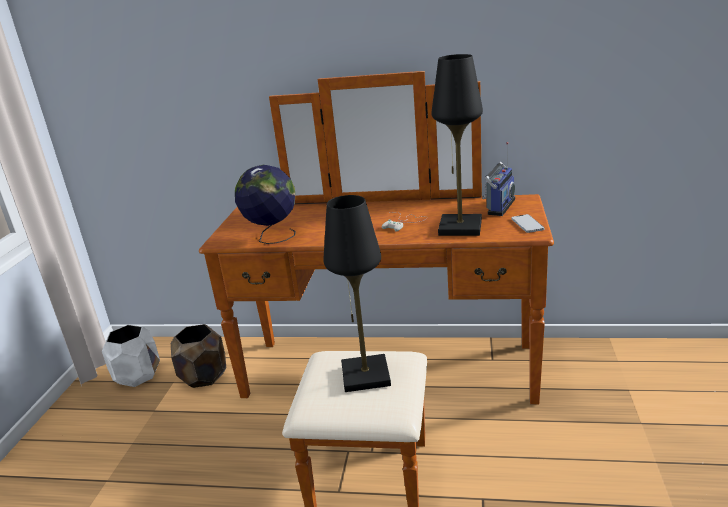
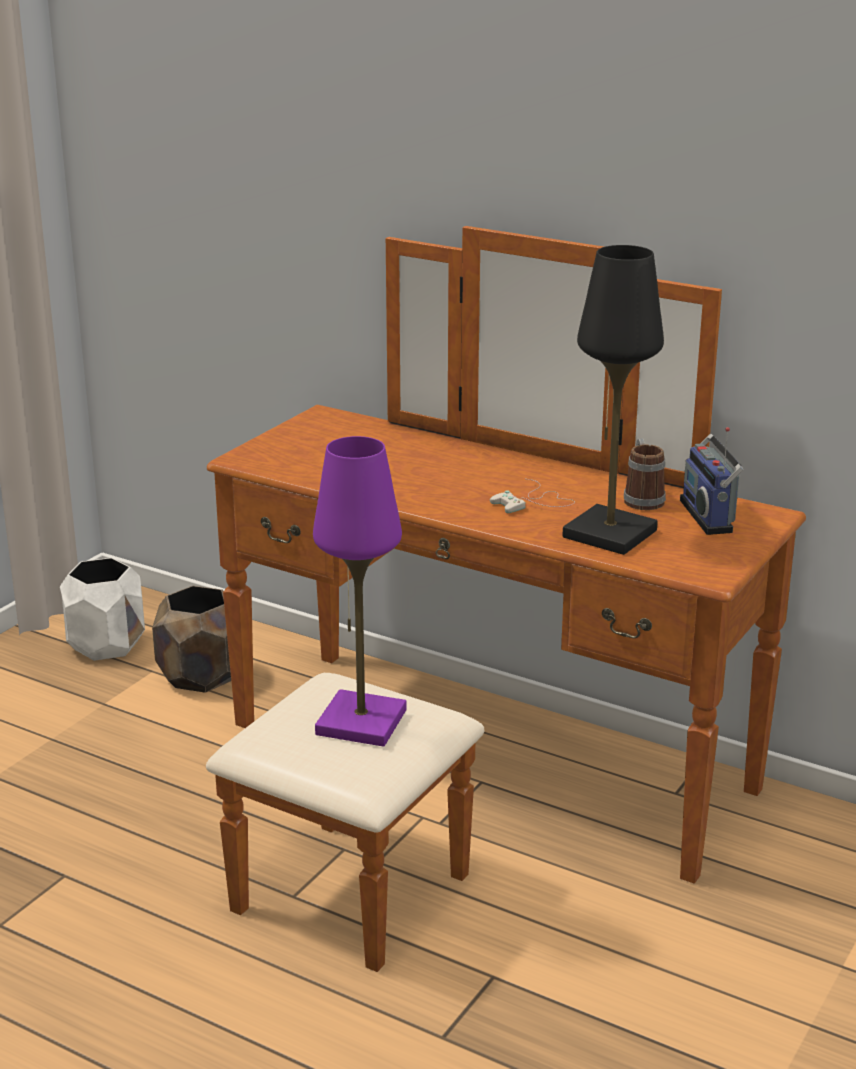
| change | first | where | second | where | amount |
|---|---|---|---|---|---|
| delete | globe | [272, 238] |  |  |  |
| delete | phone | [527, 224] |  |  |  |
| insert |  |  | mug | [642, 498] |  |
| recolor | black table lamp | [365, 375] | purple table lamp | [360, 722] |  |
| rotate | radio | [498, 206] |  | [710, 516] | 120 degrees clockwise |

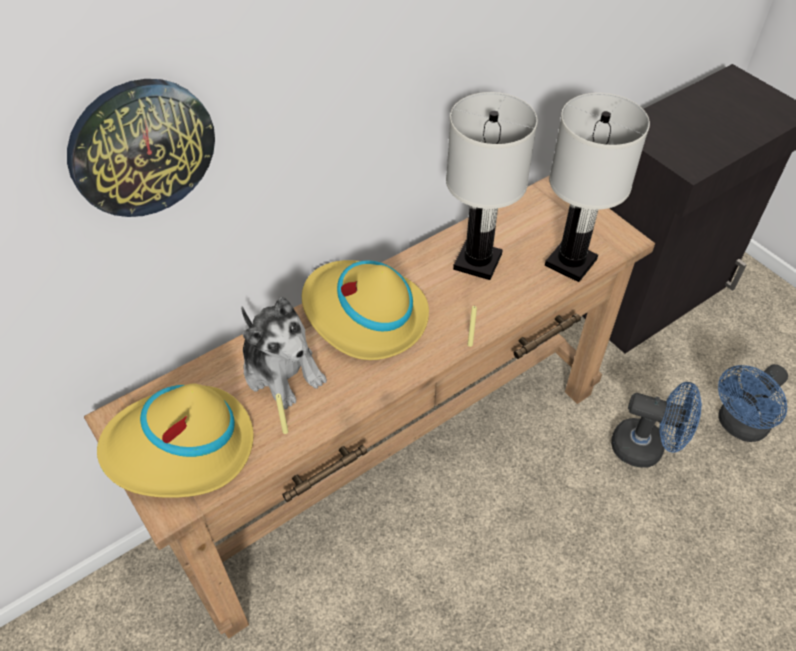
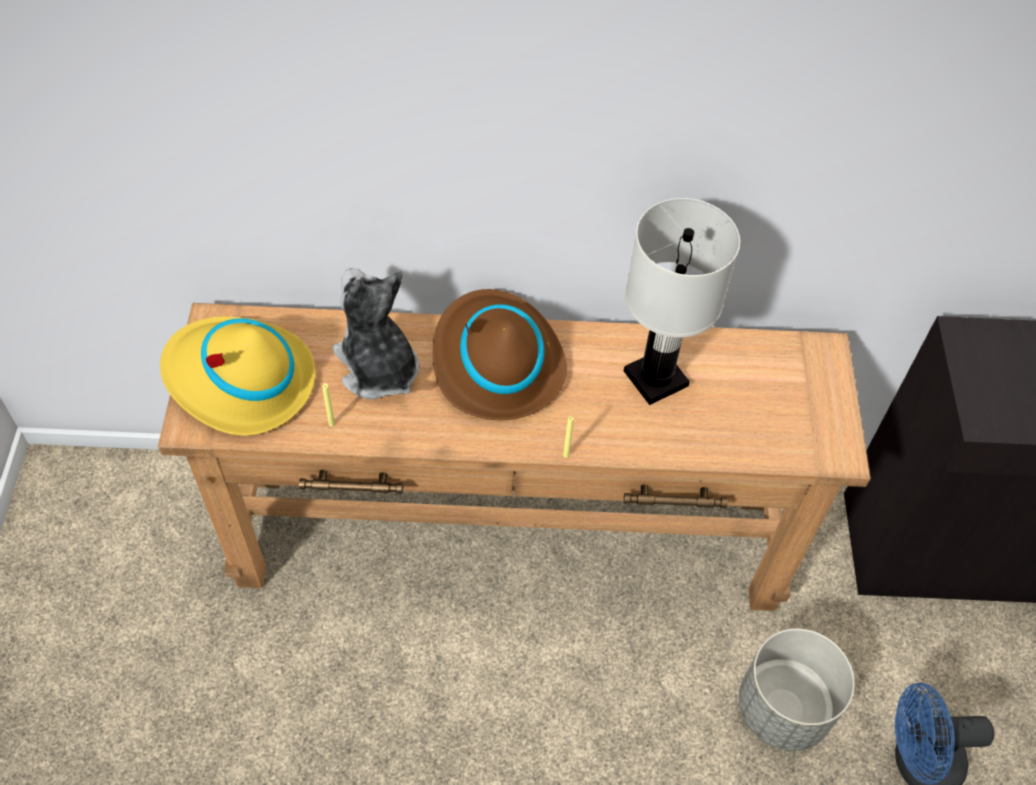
| change | first | where | second | where | amount |
|---|---|---|---|---|---|
| delete | wall clock | [141, 148] |  |  |  |
| delete | white table lamp | [569, 262] |  |  |  |
| replace | blue fan | [646, 448] | grey planter | [783, 707] |  |
| recolor | yellow hat | [364, 315] | brown hat | [496, 362] |  |
| rotate | plush toy | [282, 370] |  | [377, 367] | 150 degrees clockwise |

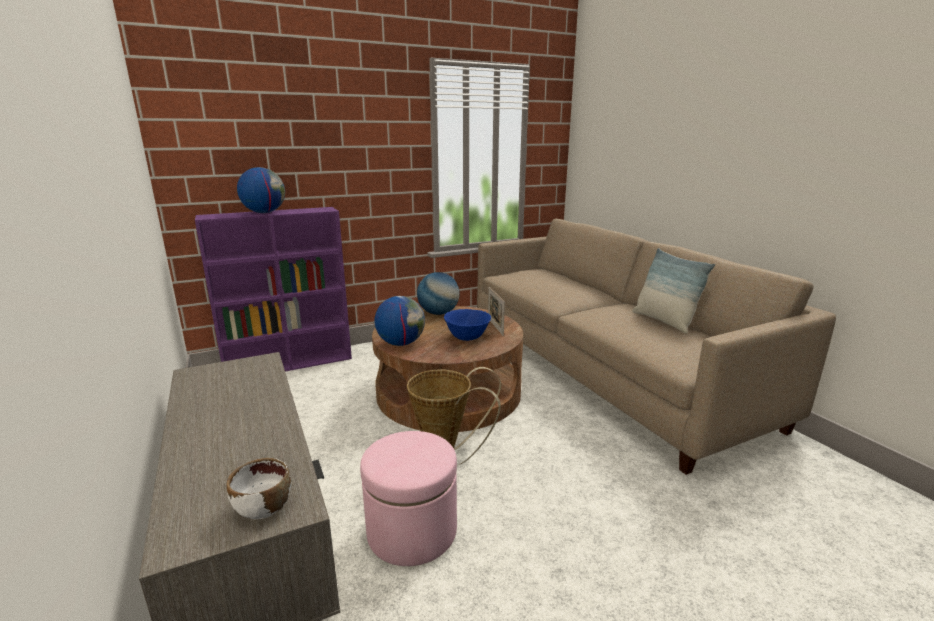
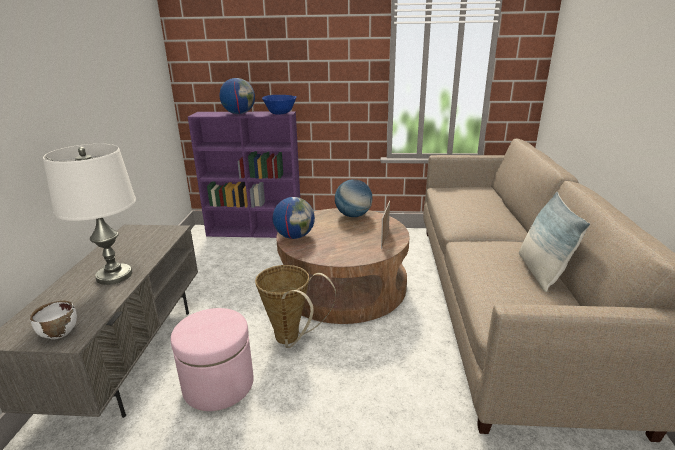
| change | first | where | second | where | amount |
|---|---|---|---|---|---|
| insert |  |  | white table lamp | [114, 275] |  |
| move | blue bowl | [467, 337] |  | [280, 113] |  |

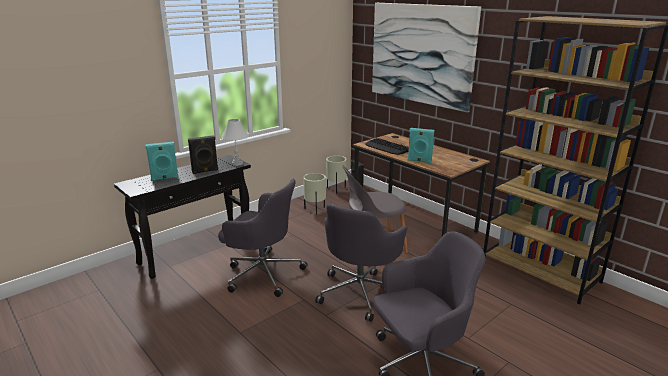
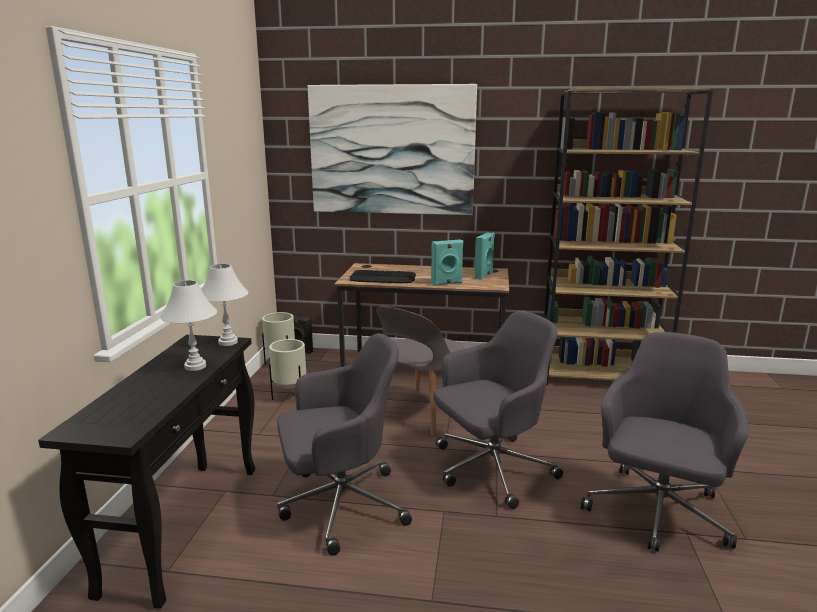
| change | first | where | second | where | amount |
|---|---|---|---|---|---|
| move | turquoise speaker | [164, 178] |  | [484, 276] |  |
| replace | black speaker | [205, 171] | white table lamp | [195, 366] |  |
| rotate | grey office chair | [361, 292] |  | [490, 469] | 105 degrees counterclockwise |

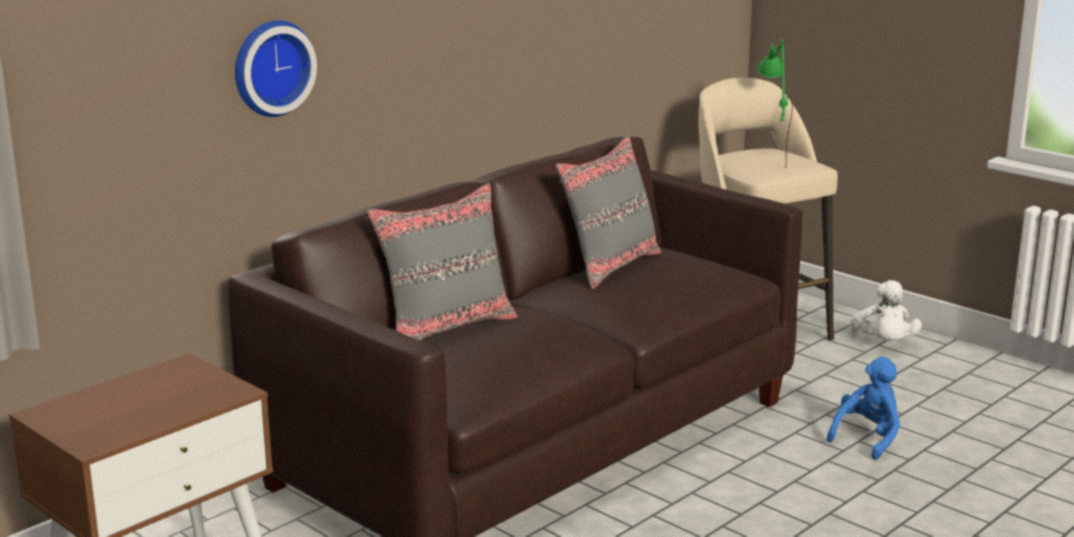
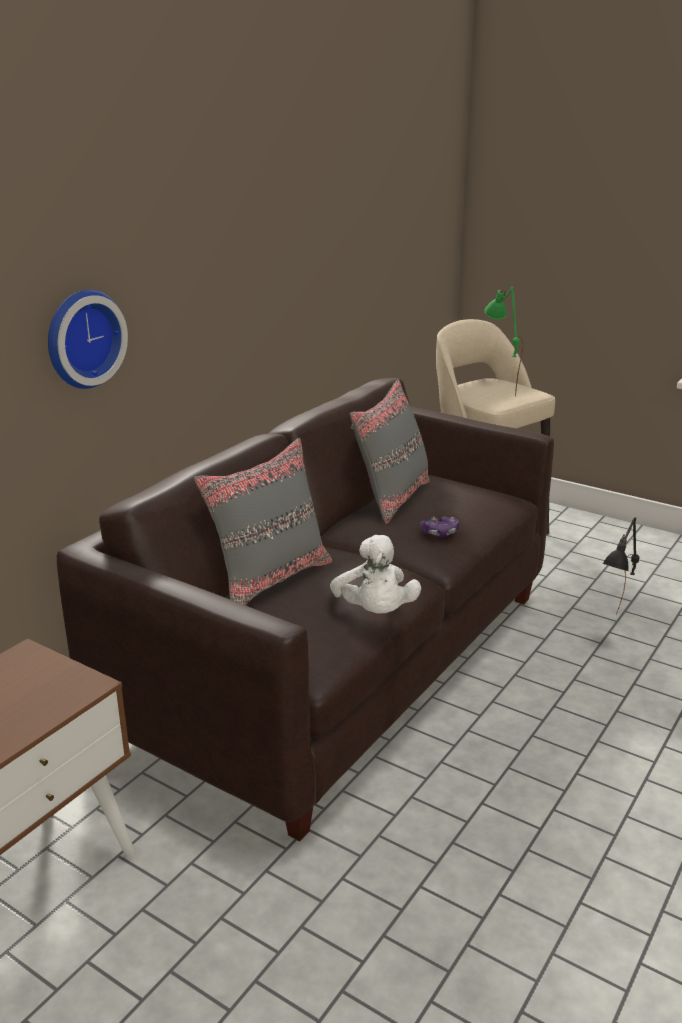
| change | first | where | second | where | amount |
|---|---|---|---|---|---|
| insert |  |  | game controller | [439, 532] |  |
| move | white plush toy | [884, 343] |  | [375, 612] |  |
| replace | blue plush toy | [867, 438] | black table lamp | [615, 628] |  |

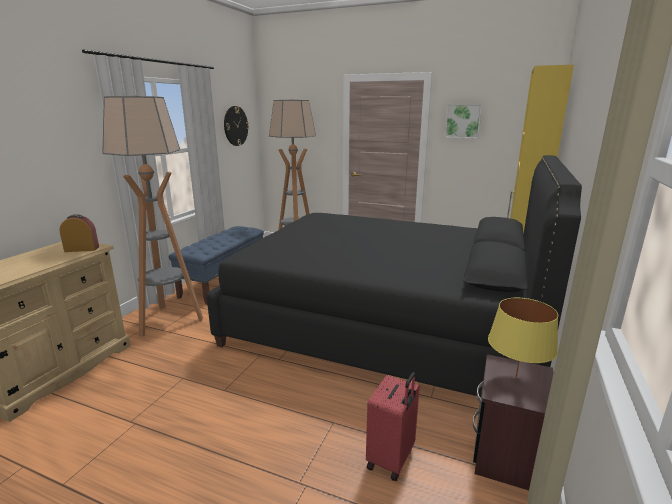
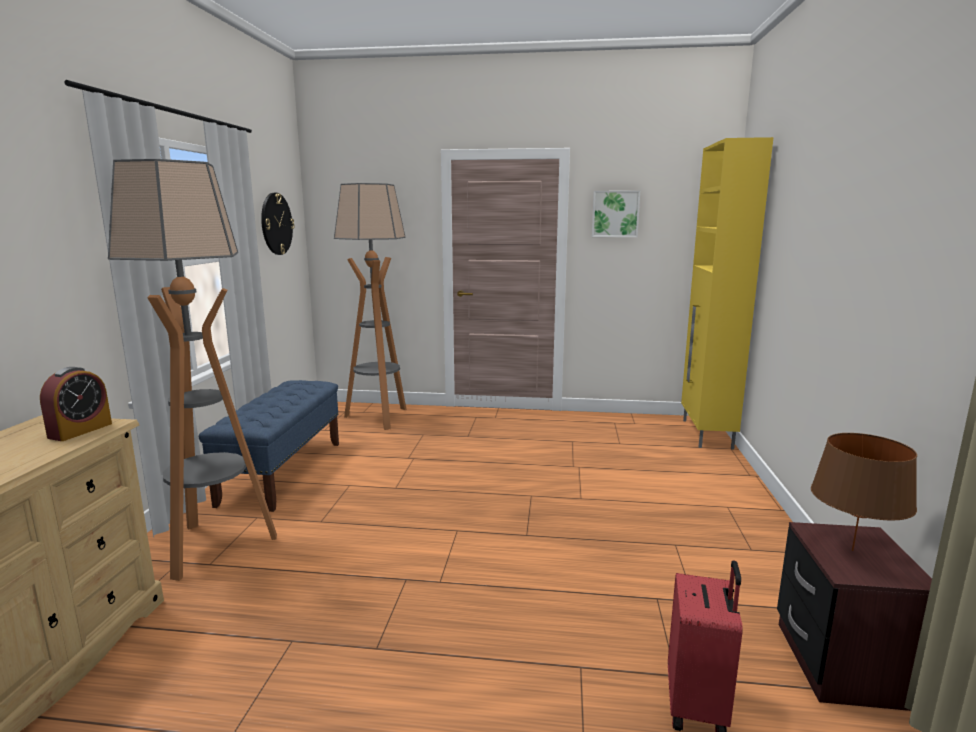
| change | first | where | second | where | amount |
|---|---|---|---|---|---|
| delete | black bed | [384, 325] |  |  |  |
| recolor | yellow table lamp | [515, 379] | brown table lamp | [852, 550] |  |
| rotate | alarm clock | [82, 249] |  | [80, 430] | 135 degrees clockwise |

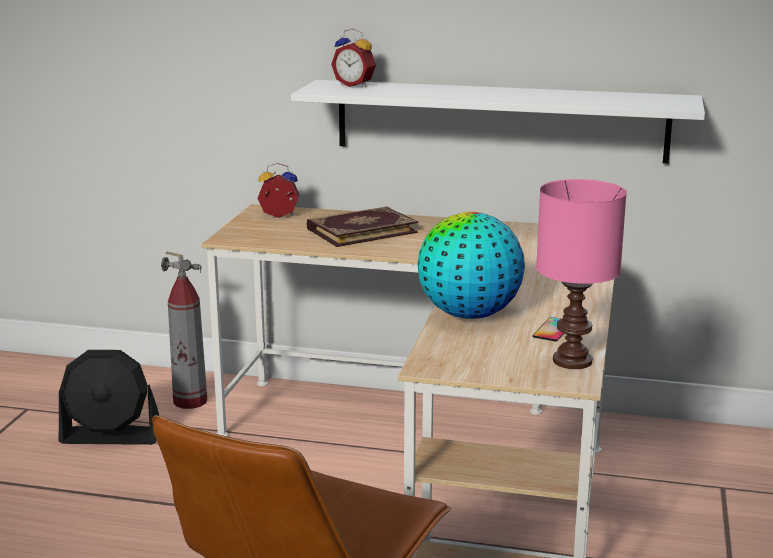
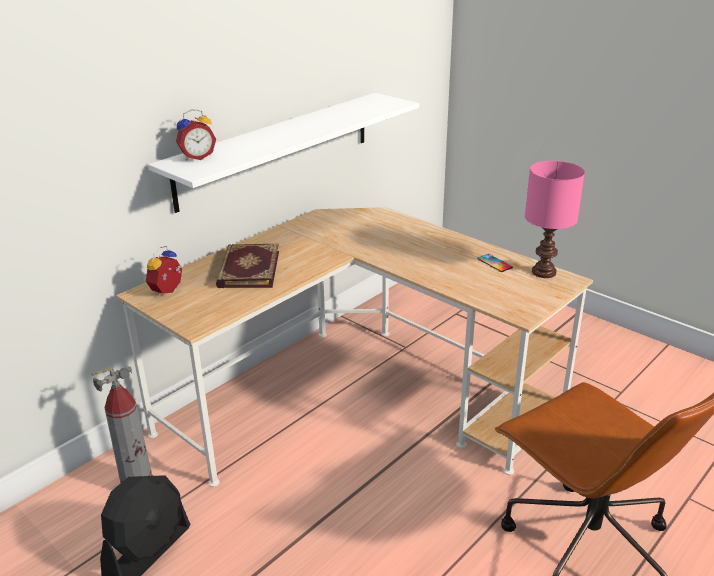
| change | first | where | second | where | amount |
|---|---|---|---|---|---|
| delete | globe | [468, 315] |  |  |  |

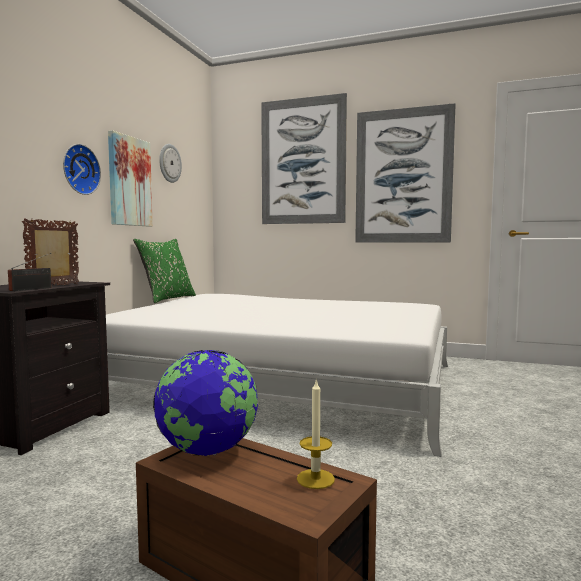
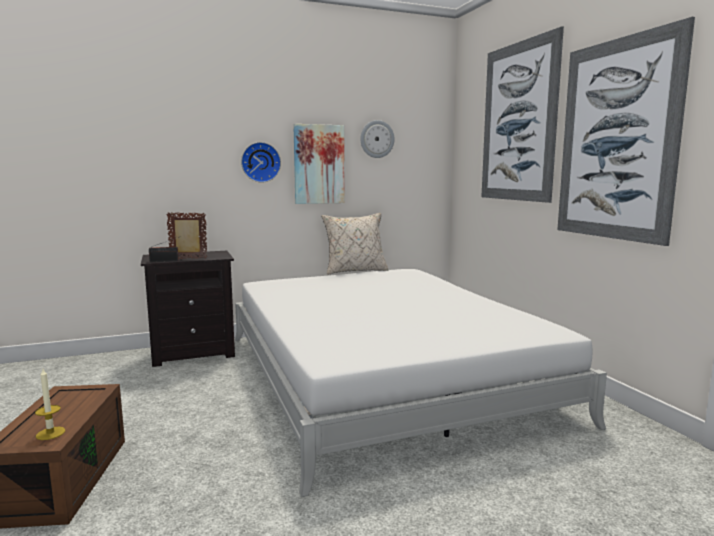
| change | first | where | second | where | amount |
|---|---|---|---|---|---|
| delete | globe | [208, 450] |  |  |  |
| recolor | green pillow | [167, 299] | beige pillow | [355, 271] |  |

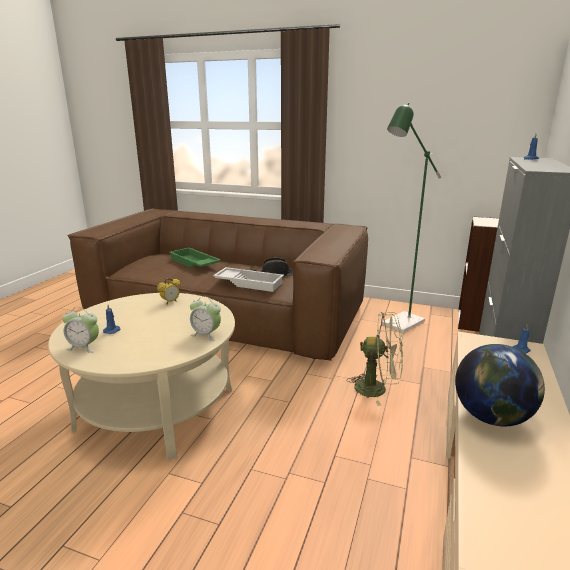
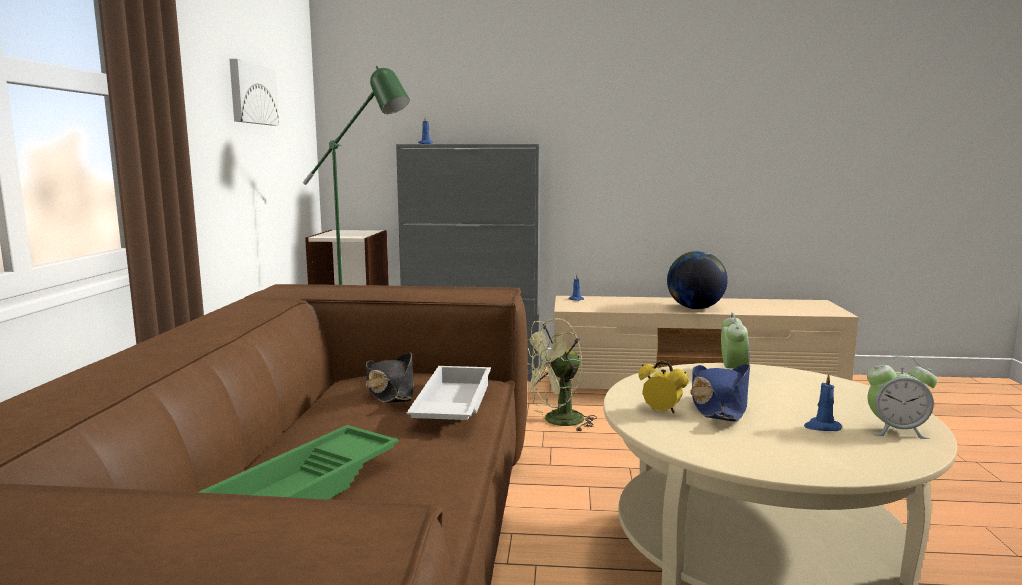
| change | first | where | second | where | amount |
|---|---|---|---|---|---|
| insert |  |  | picture | [251, 94] |  |
| insert |  |  | blue hat | [719, 406] |  |
| rotate | alarm clock | [84, 347] |  | [896, 431] | 105 degrees clockwise |
| rotate | green fan | [377, 389] |  | [557, 422] | 120 degrees counterclockwise |

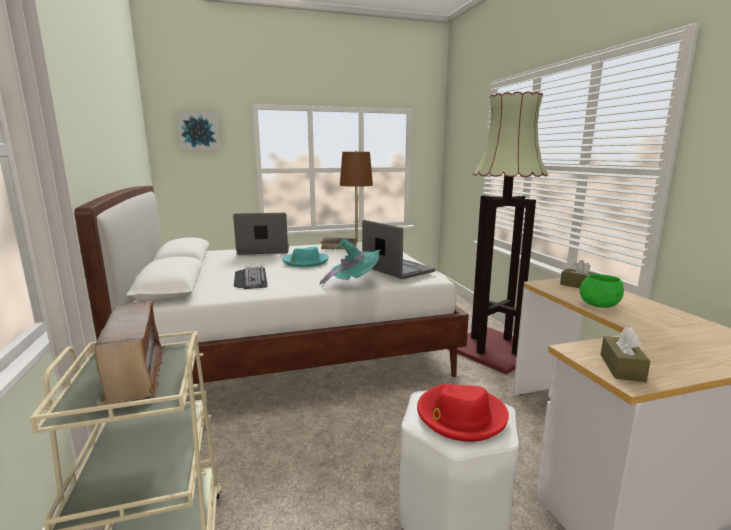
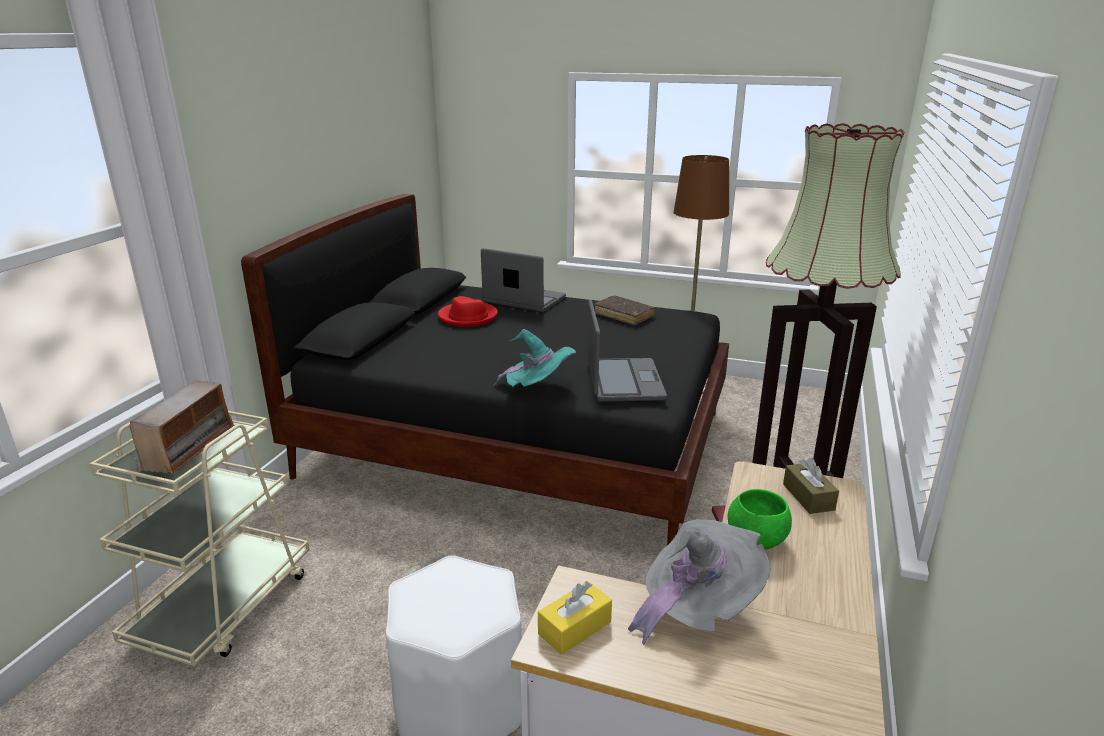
| change | first | where | second | where | amount |
|---|---|---|---|---|---|
| delete | picture | [199, 131] |  |  |  |
| delete | keyboard | [249, 278] |  |  |  |
| delete | turquoise hat | [305, 262] |  |  |  |
| insert |  |  | grey hat | [696, 606] |  |
| move | red hat | [460, 415] |  | [467, 317] |  |
| recolor | white bed | [292, 348] | black bed | [519, 443] |  |
| recolor | brown tissue box | [621, 367] | yellow tissue box | [574, 628] |  |

